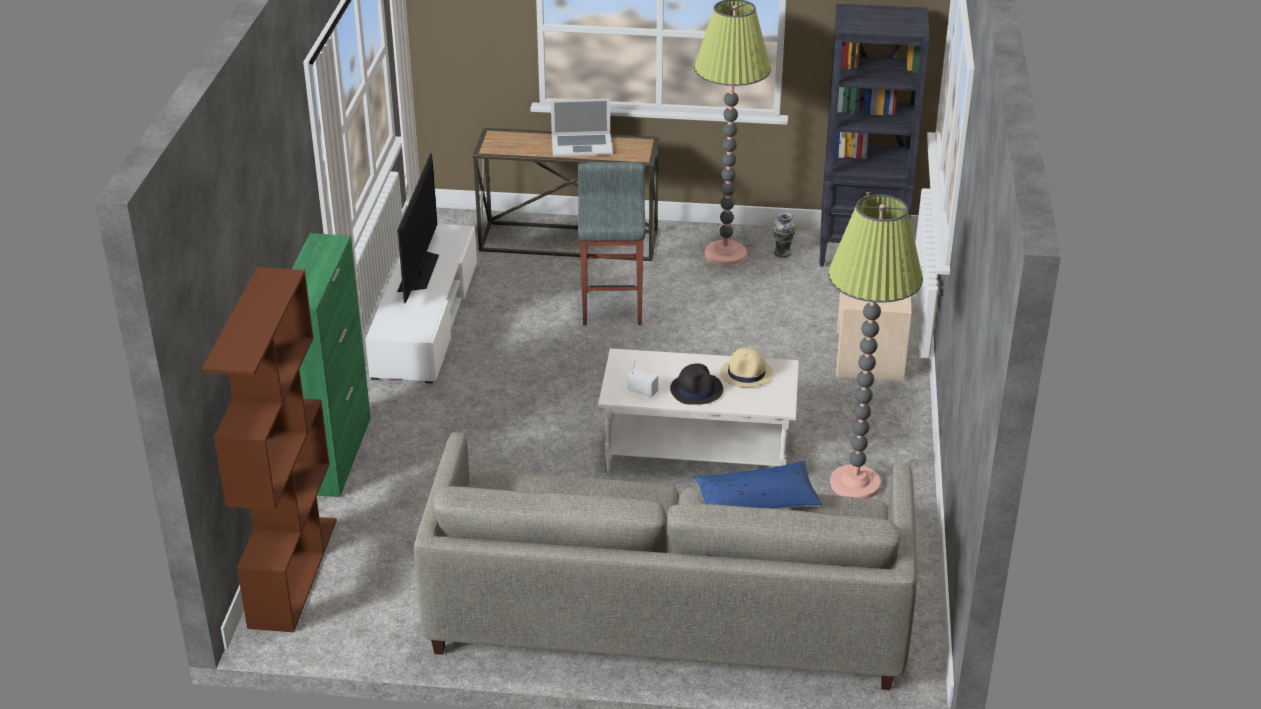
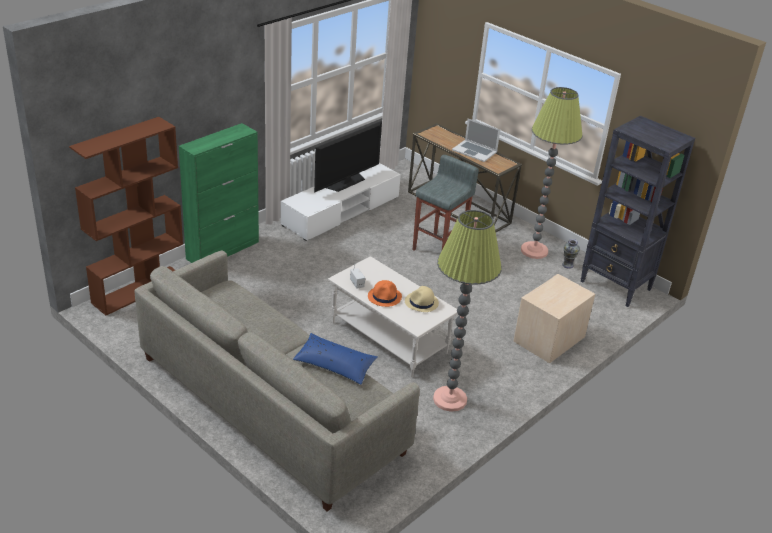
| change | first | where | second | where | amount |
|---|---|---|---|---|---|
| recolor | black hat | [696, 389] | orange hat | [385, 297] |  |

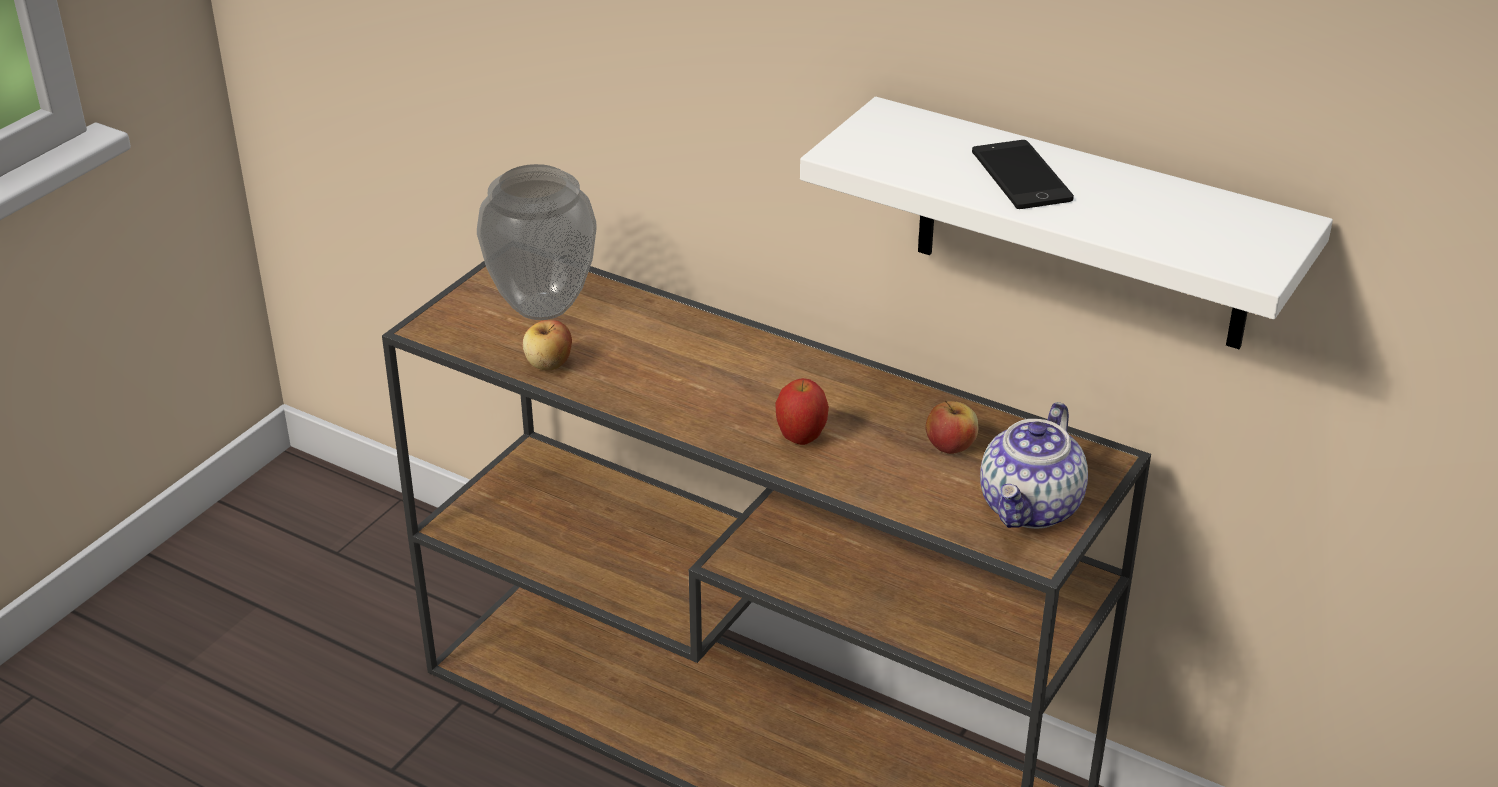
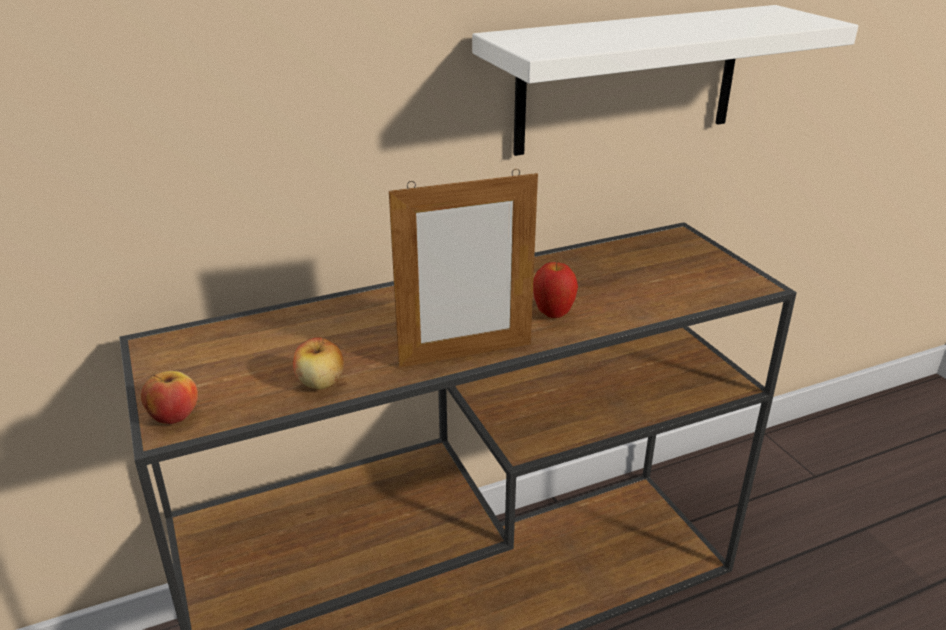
| change | first | where | second | where | amount |
|---|---|---|---|---|---|
| delete | vase | [543, 307] |  |  |  |
| delete | phone | [1021, 176] |  |  |  |
| delete | teapot | [1031, 508] |  |  |  |
| insert |  |  | picture frame | [465, 354] |  |
| move | apple | [950, 446] |  | [174, 416] |  |

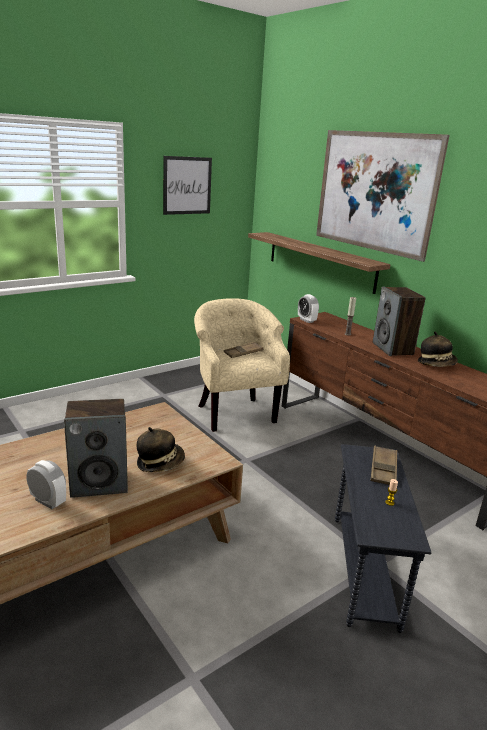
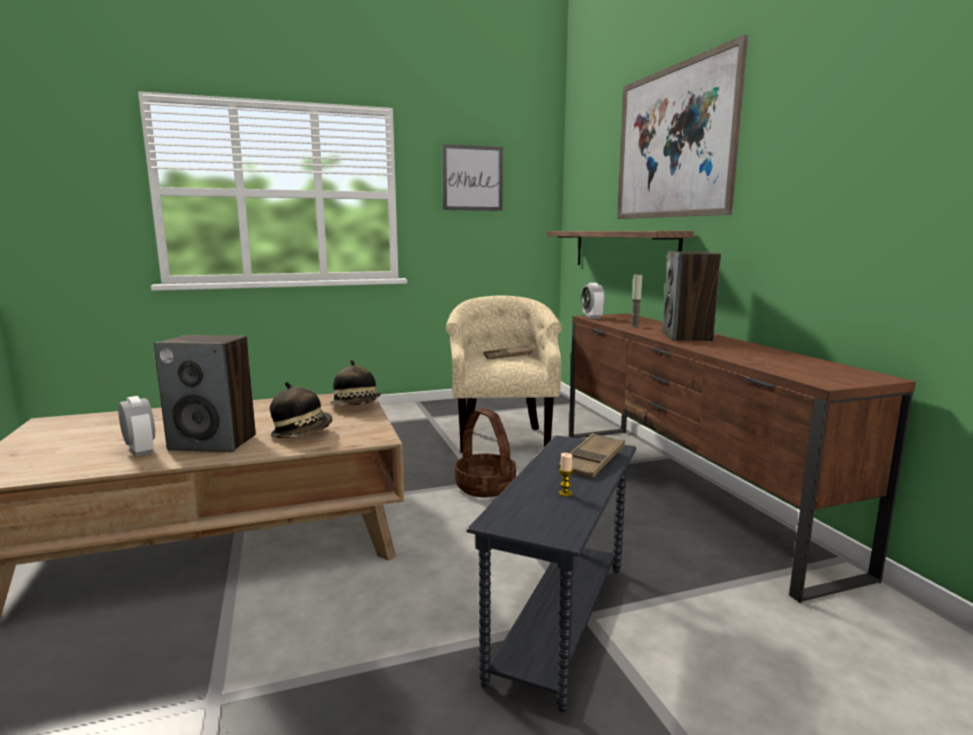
| change | first | where | second | where | amount |
|---|---|---|---|---|---|
| insert |  |  | basket | [486, 486] |  |
| move | hat | [436, 364] |  | [357, 406] |  |

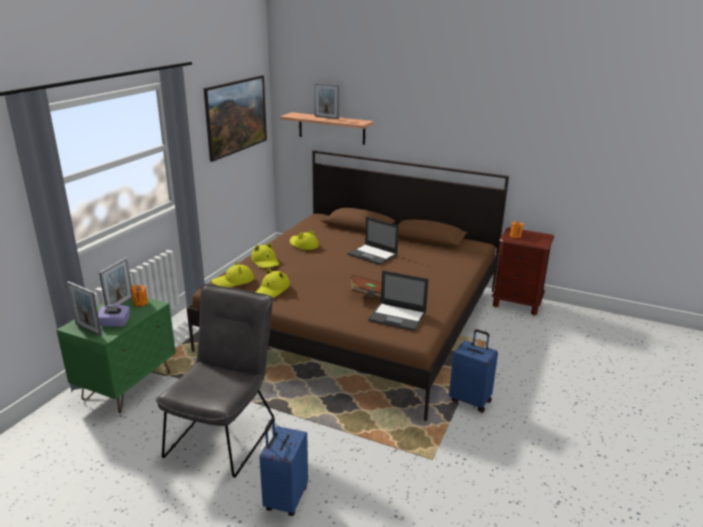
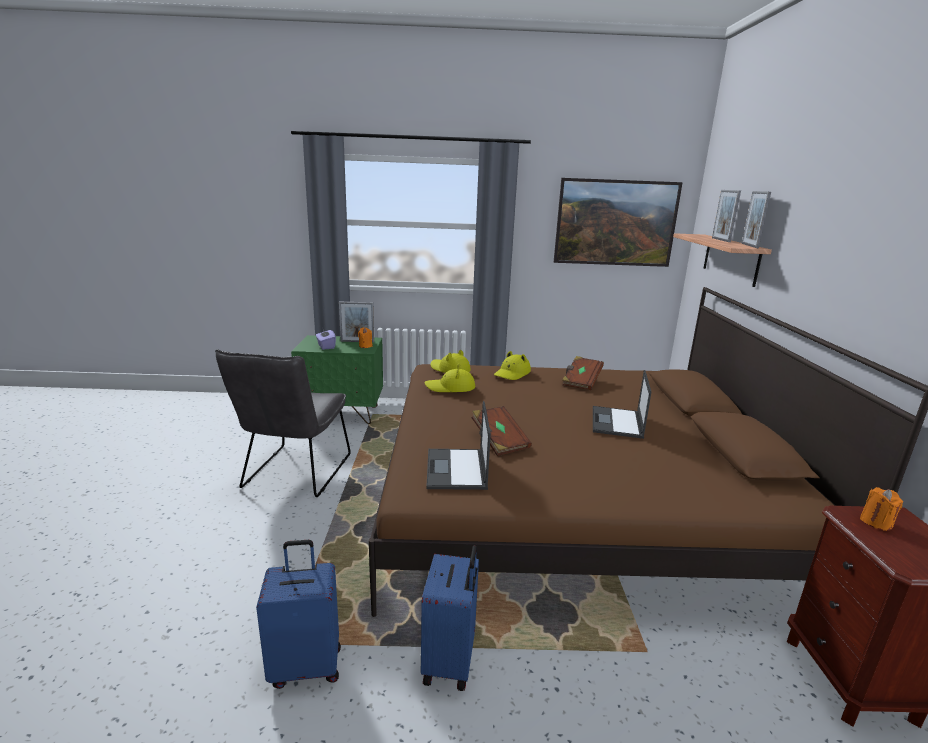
| change | first | where | second | where | amount |
|---|---|---|---|---|---|
| move | picture frame | [88, 329] |  | [749, 245] |  |
| move | blue suitcase | [285, 499] |  | [306, 666] |  |
| replace | yellow hat | [303, 244] | brown book | [581, 382] |  |
| rotate | grey chair | [225, 433] |  | [294, 474] | 105 degrees clockwise |

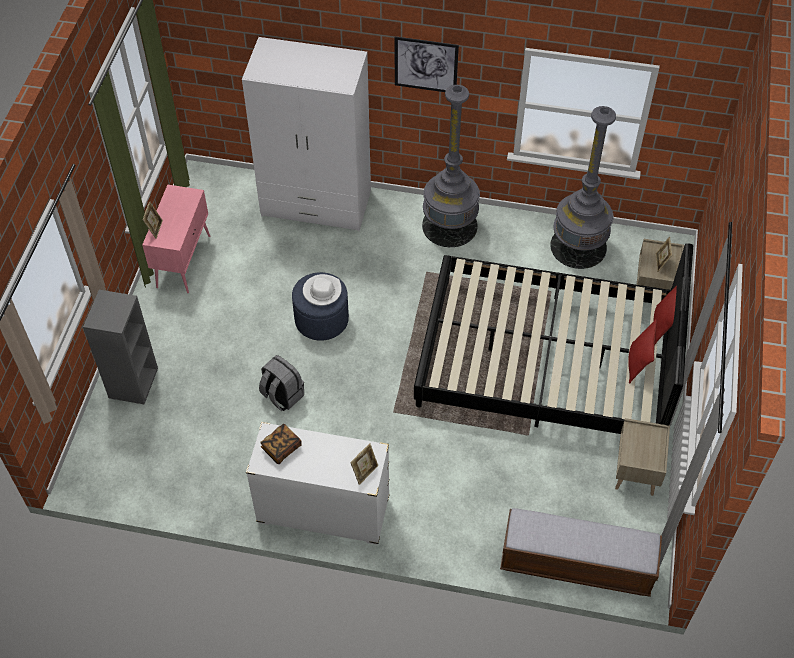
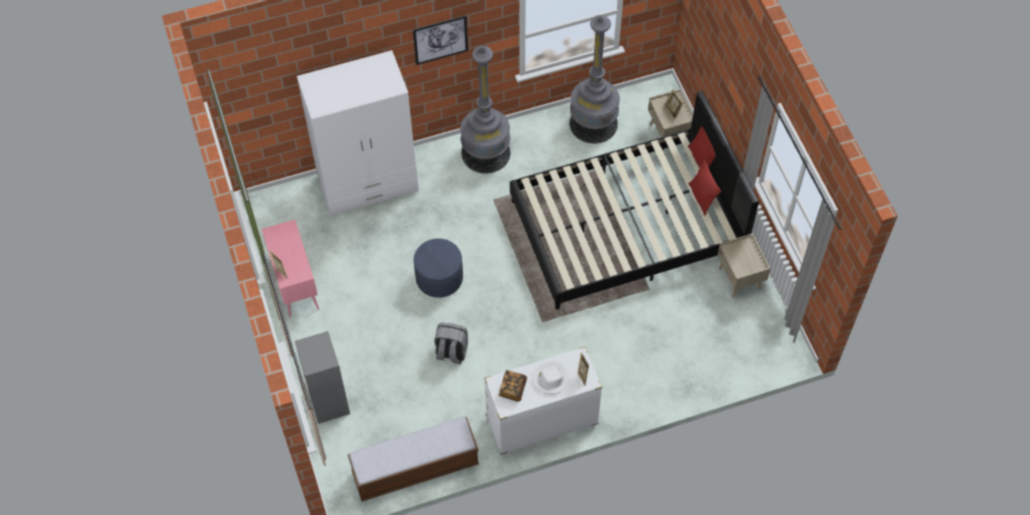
| change | first | where | second | where | amount |
|---|---|---|---|---|---|
| move | white hat | [322, 291] |  | [550, 378] |  |
| move | bench | [576, 565] |  | [415, 468] |  |

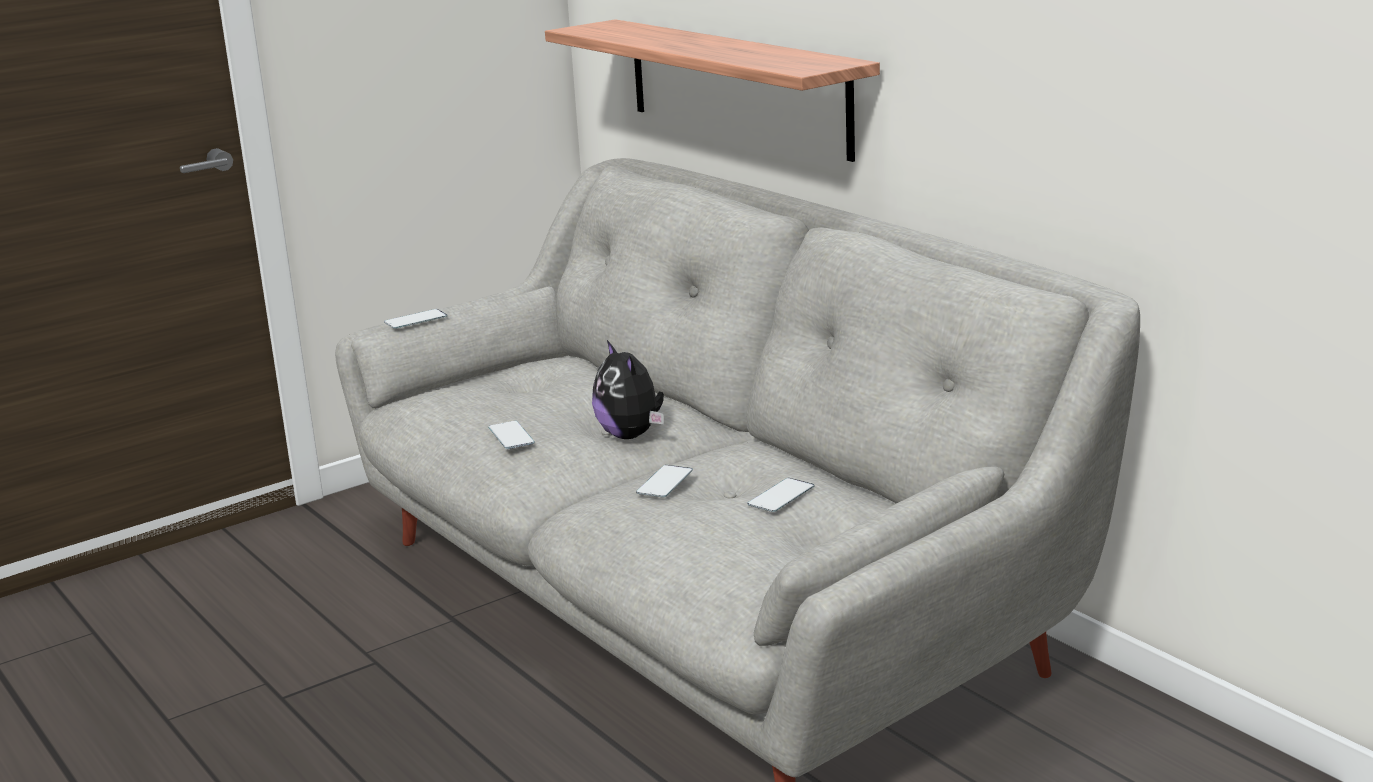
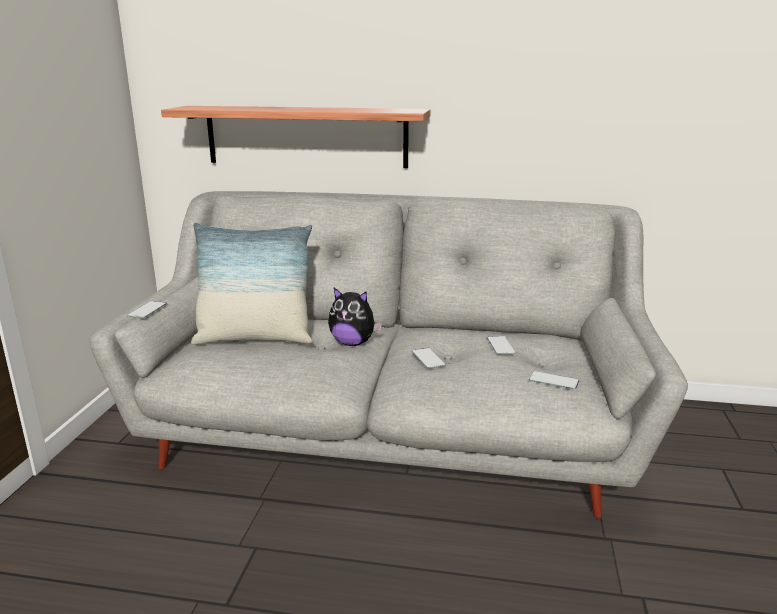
| change | first | where | second | where | amount |
|---|---|---|---|---|---|
| insert |  |  | pillow | [254, 338] |  |
| move | phone | [511, 435] |  | [554, 381] |  |

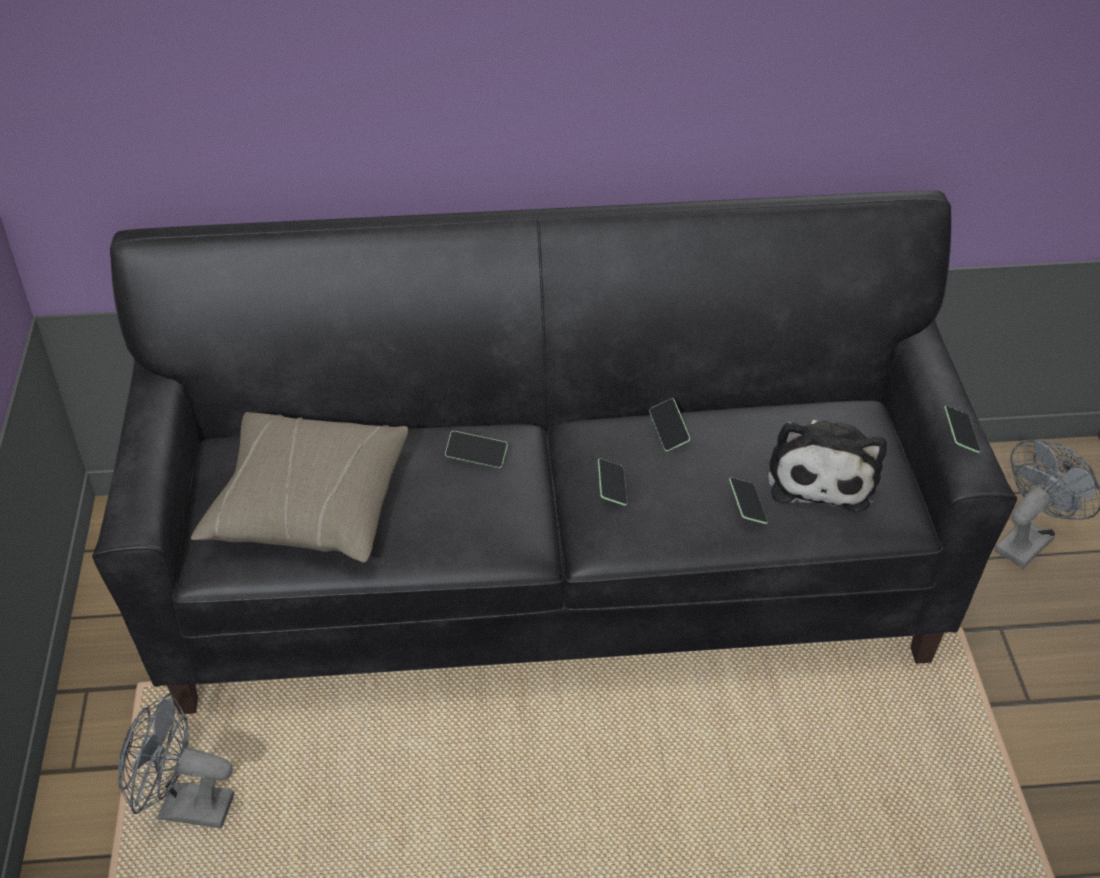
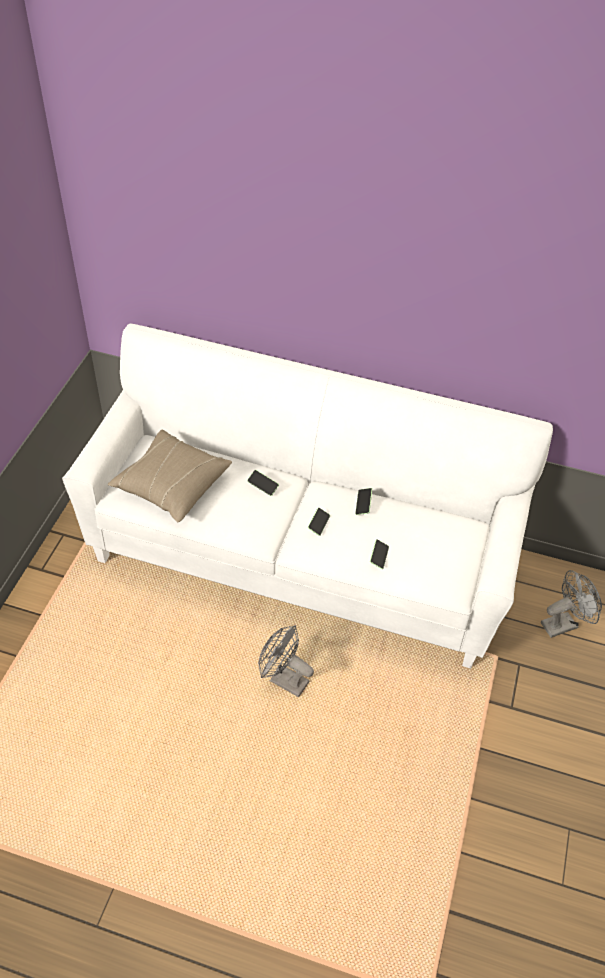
| change | first | where | second | where | amount |
|---|---|---|---|---|---|
| delete | plush toy | [822, 474] |  |  |  |
| delete | phone | [960, 435] |  |  |  |
| move | grey fan | [184, 807] |  | [283, 679] |  |
| recolor | black sofa | [549, 582] | white sofa | [298, 558] |  |

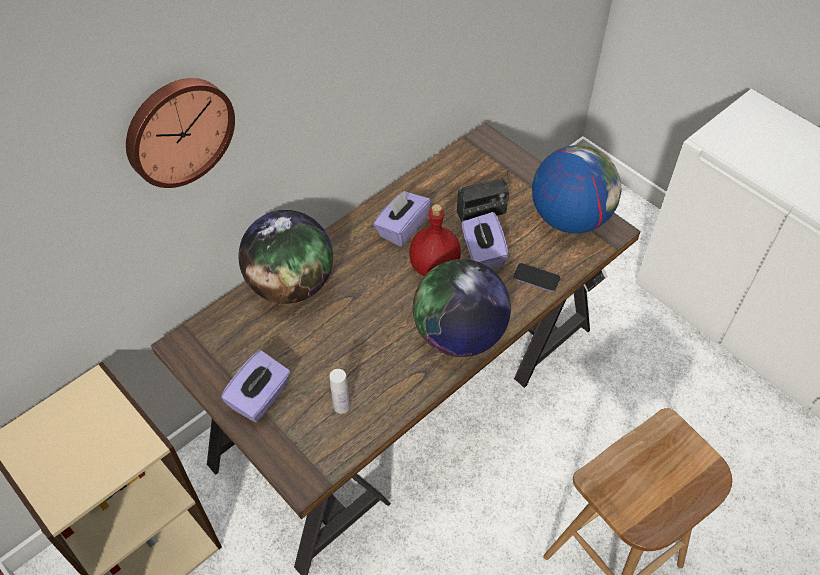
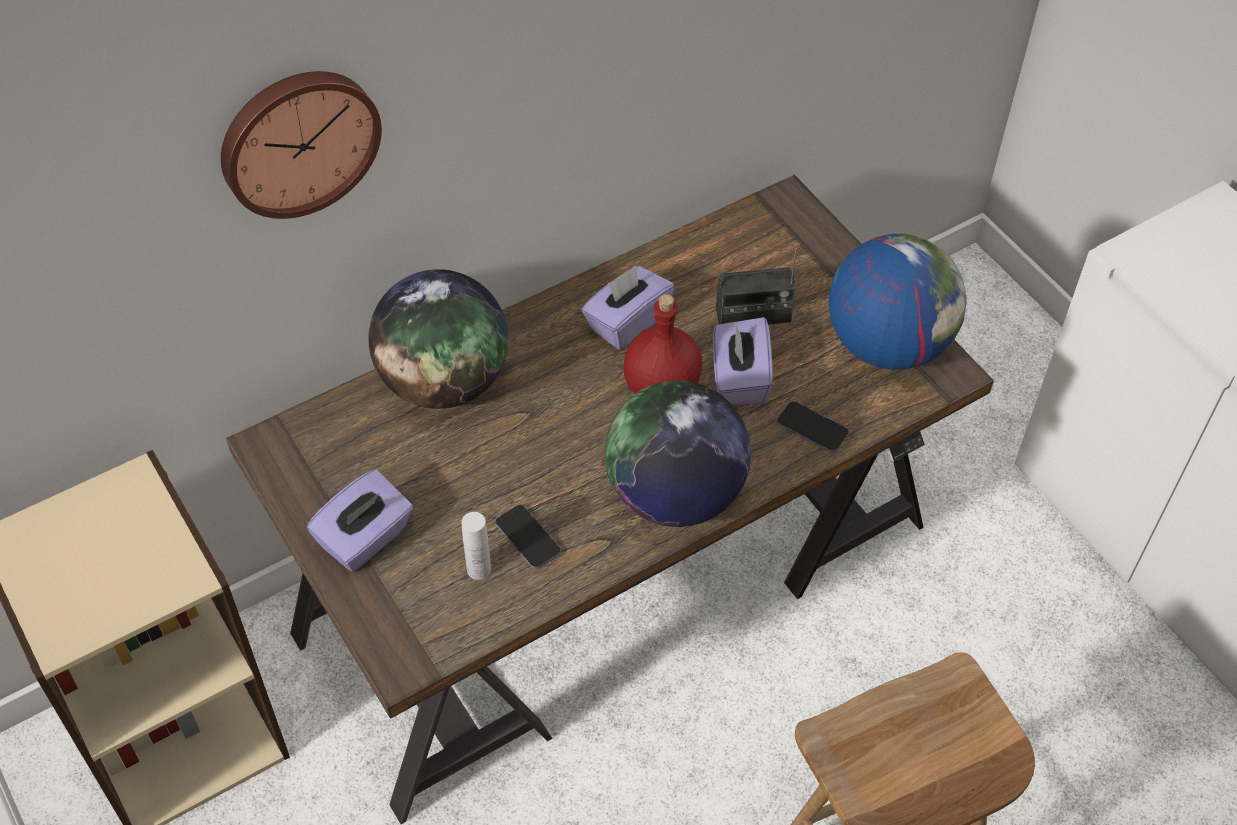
| change | first | where | second | where | amount |
|---|---|---|---|---|---|
| insert |  |  | phone | [528, 538] |  |

